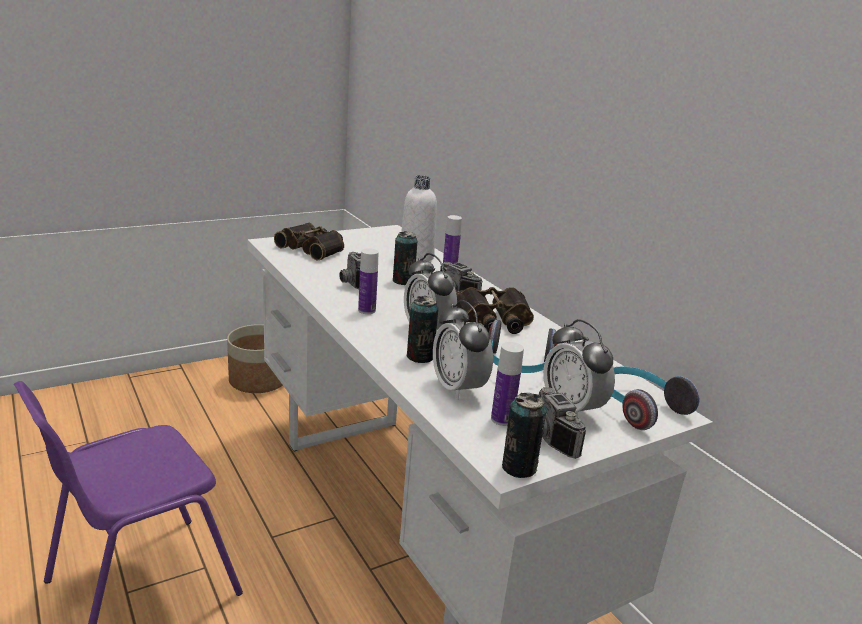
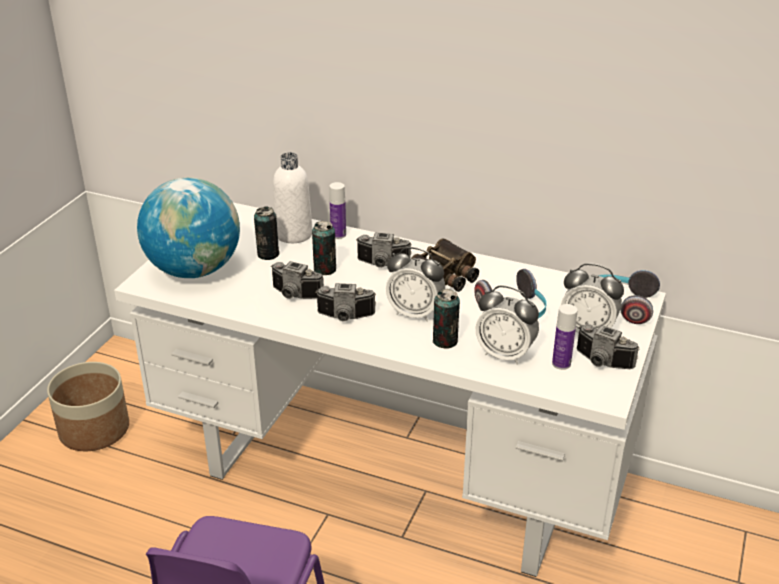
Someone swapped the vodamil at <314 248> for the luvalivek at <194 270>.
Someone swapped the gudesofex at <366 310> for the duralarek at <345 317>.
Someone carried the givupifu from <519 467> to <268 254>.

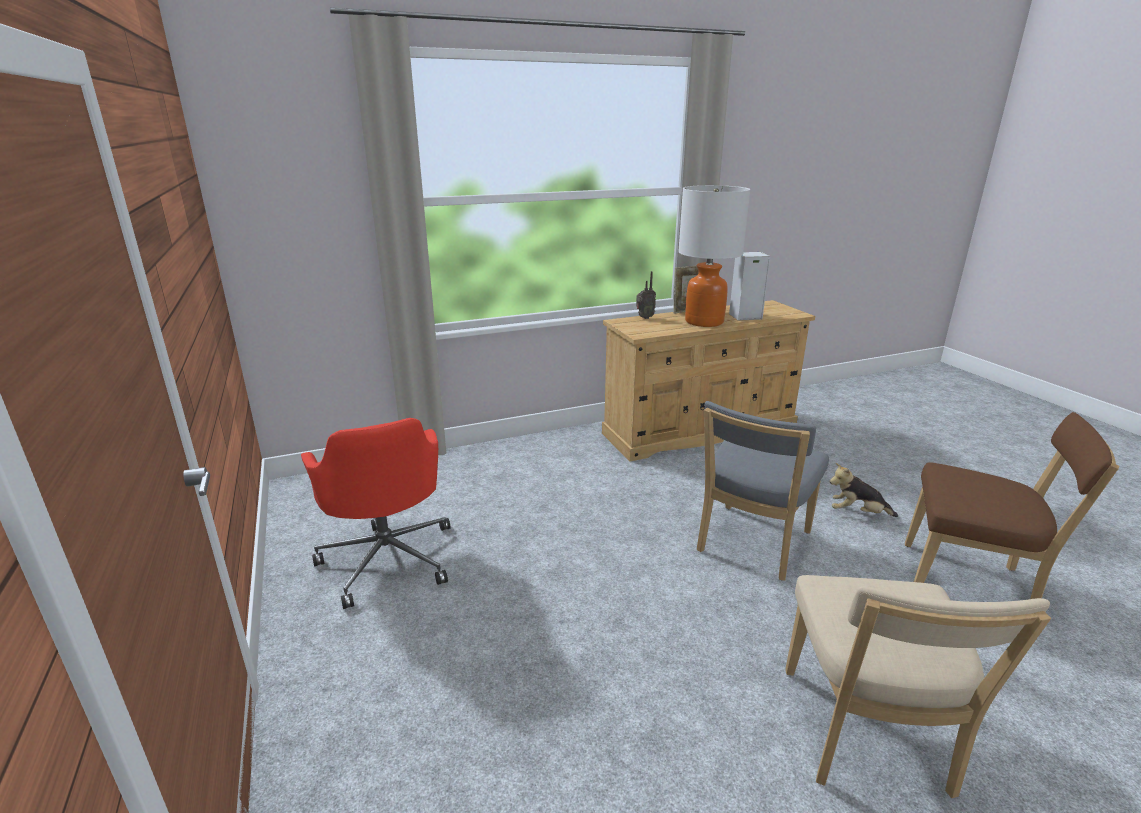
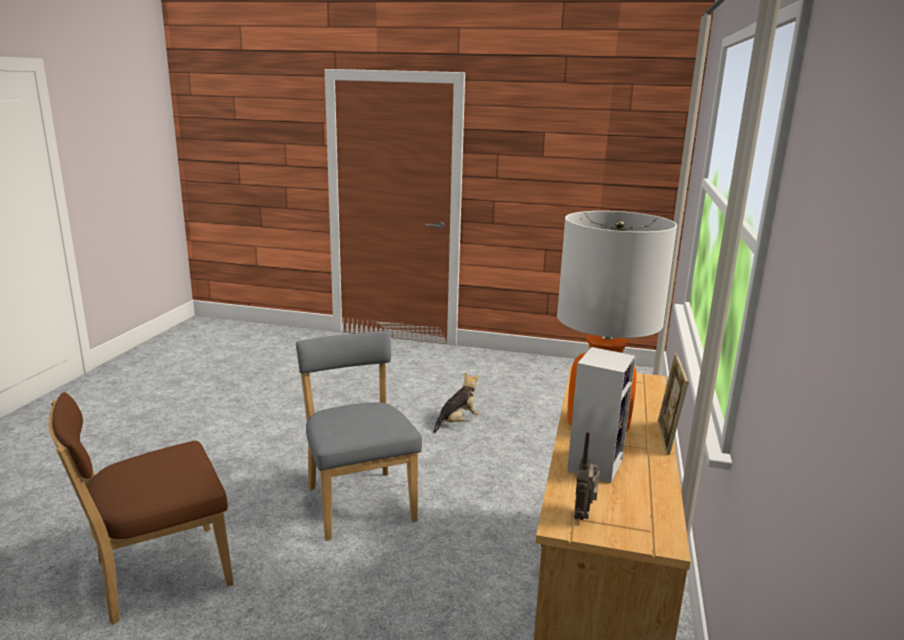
Someone took away the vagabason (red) at <388 558>.
Someone carried the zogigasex from <644 317> to <584 515>.
Someone took away the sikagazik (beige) at <866 737>.
Someone carried the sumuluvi from <857 513> to <457 422>.

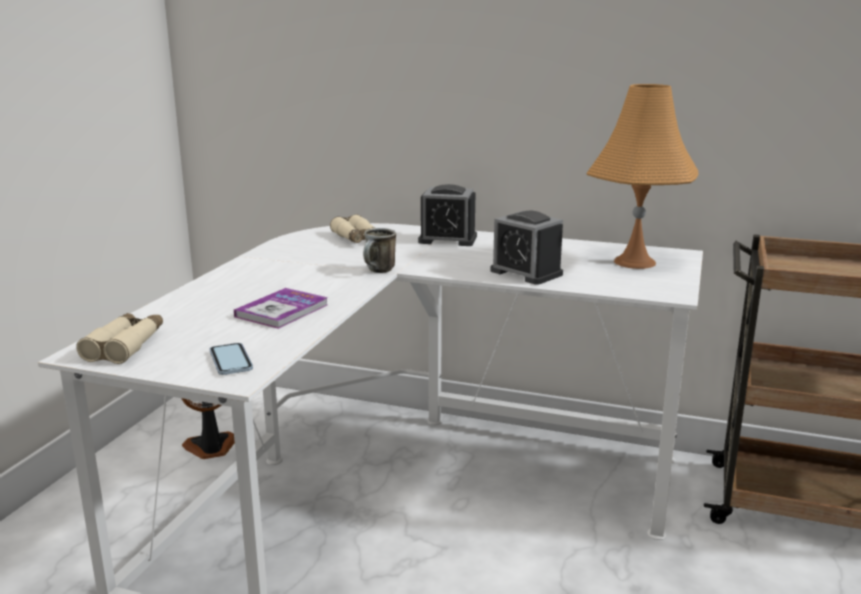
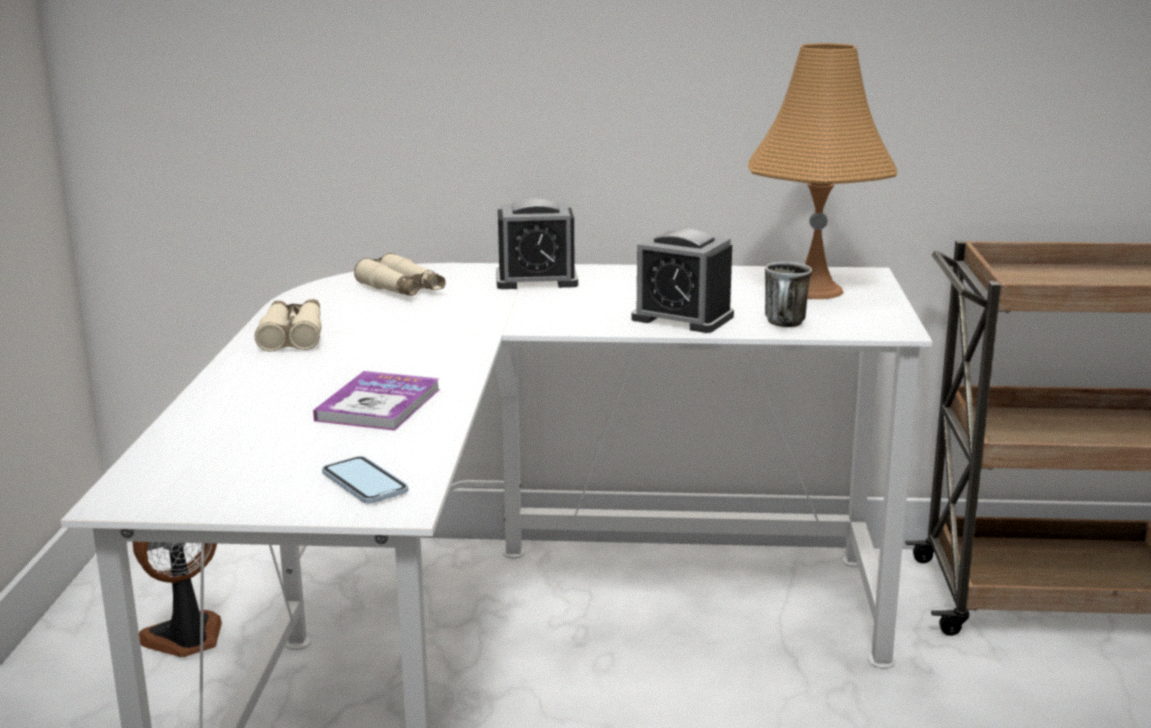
Someone carried the vodamil (beige) from <125 346> to <292 335>.
Someone carried the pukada from <379 271> to <786 325>.

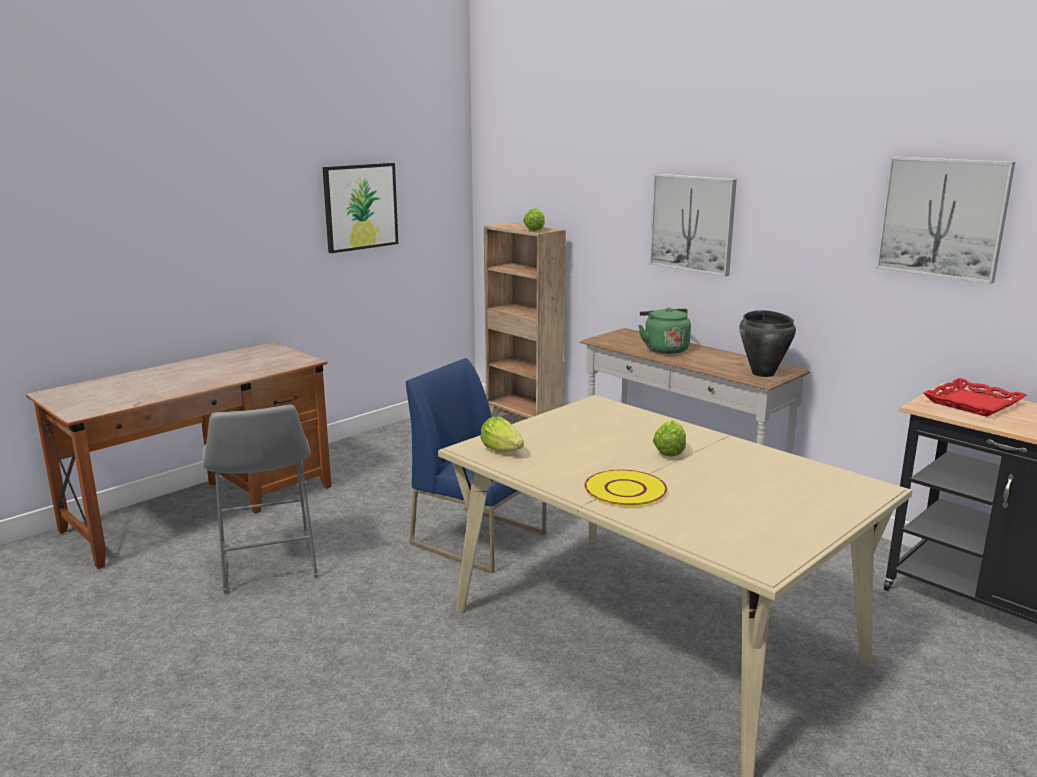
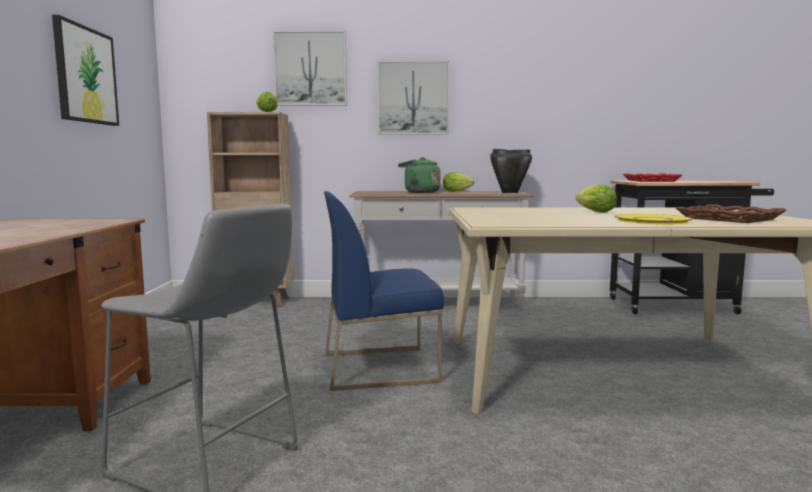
Someone carried the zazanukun from <504 452> to <458 191>.
Someone carried the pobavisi from <942 218> to <310 69>.
Someone put down the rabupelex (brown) at <729 219>.

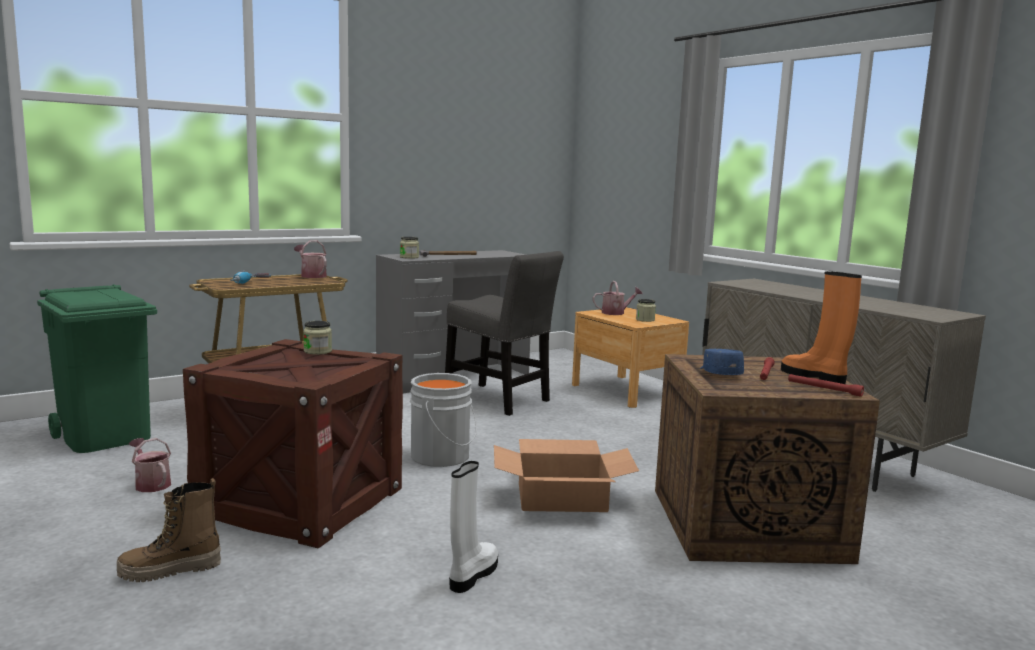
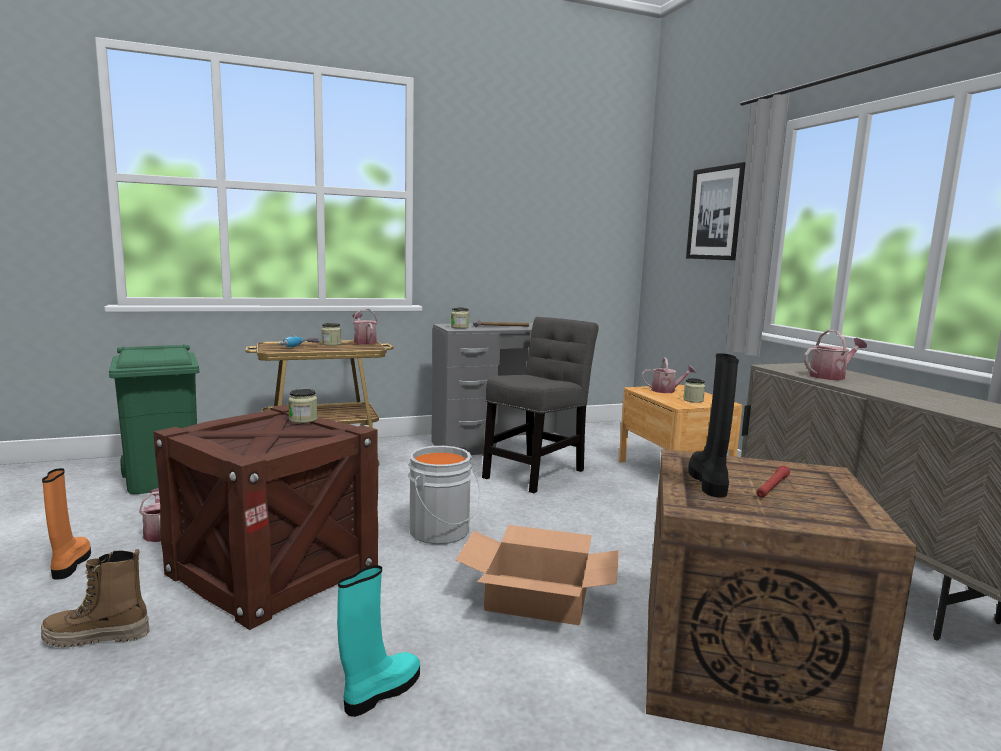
Someone rotated the sikagazik (grey) at <500 400> by 105 degrees counterclockwise.
Someone repainted the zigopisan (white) at <472 575>, which became the zigopisan (turquoise) at <380 692>.
Someone swapped the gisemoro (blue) at <719 373> for the zigopisan (black) at <709 482>.
Someone carried the zigopisan (orange) from <815 377> to <70 564>.
Someone took away the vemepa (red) at <824 389>.
Someone put down the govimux at <331 344>.
Someone put up the pobavisi at <716 213>.
Someone put down the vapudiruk at <830 376>.

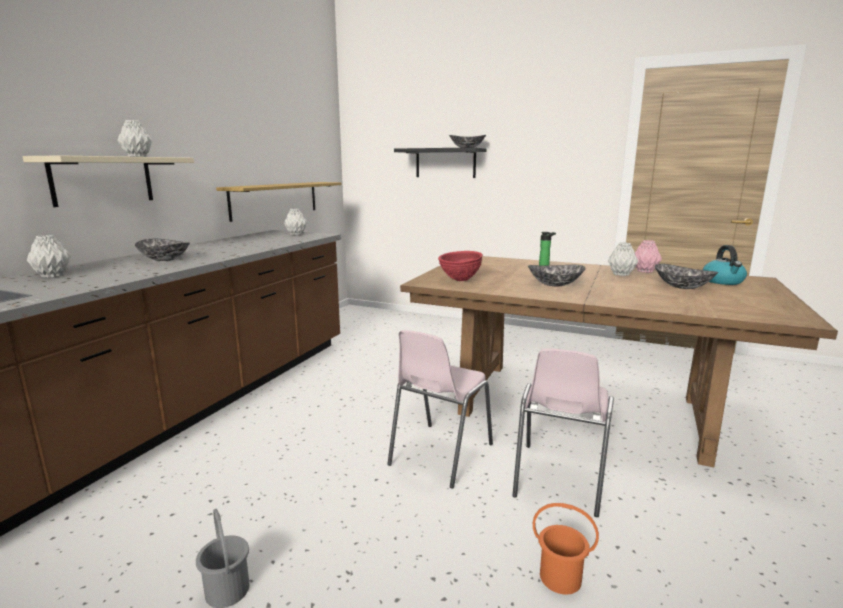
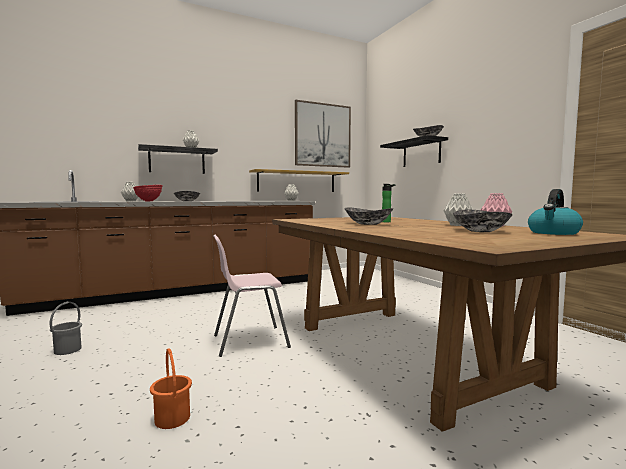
Someone repainted the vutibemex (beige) at <103 180>, which became the vutibemex (black) at <177 161>.
Someone carried the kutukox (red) from <460 280> to <148 201>.
Someone took away the sikagazik (pink) at <558 479>.
Someone put up the pobavisi at <322 135>.

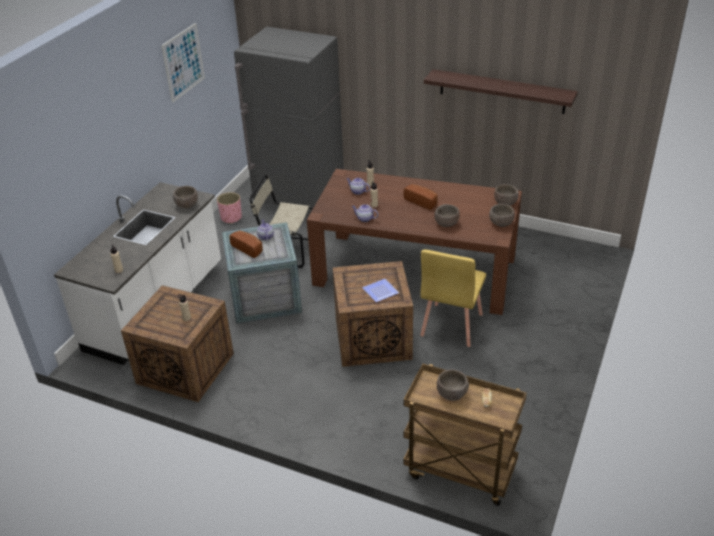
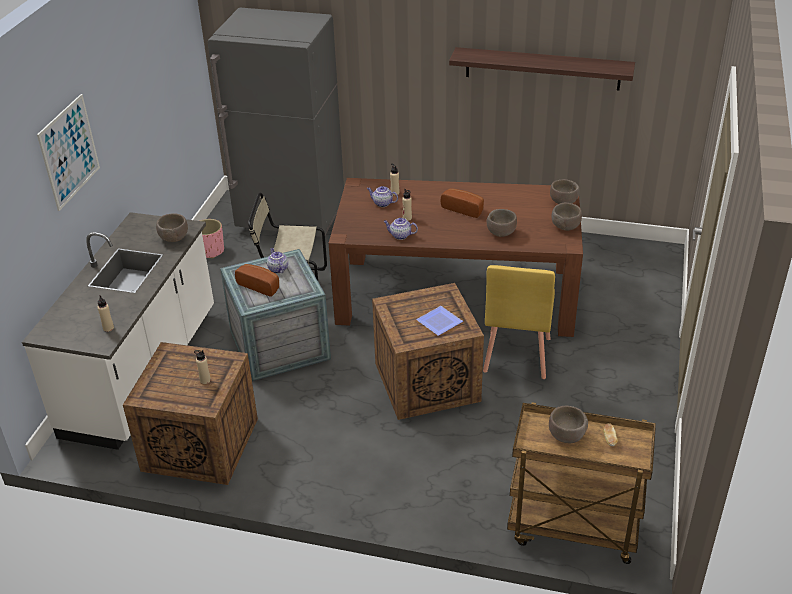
Someone carried the pobavisi from <183 62> to <69 152>.

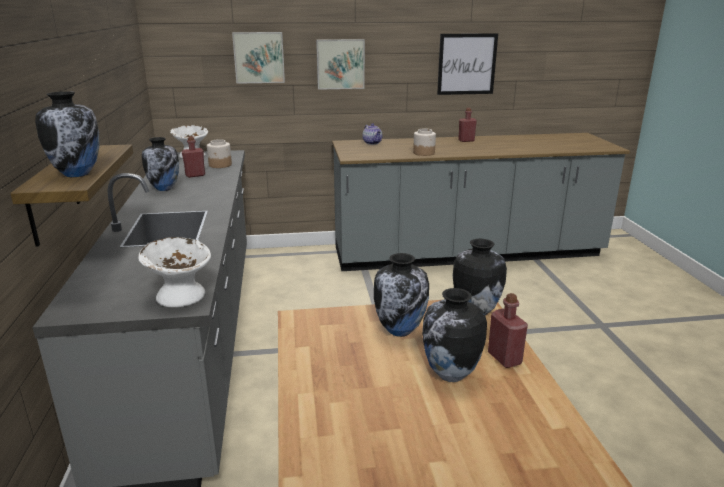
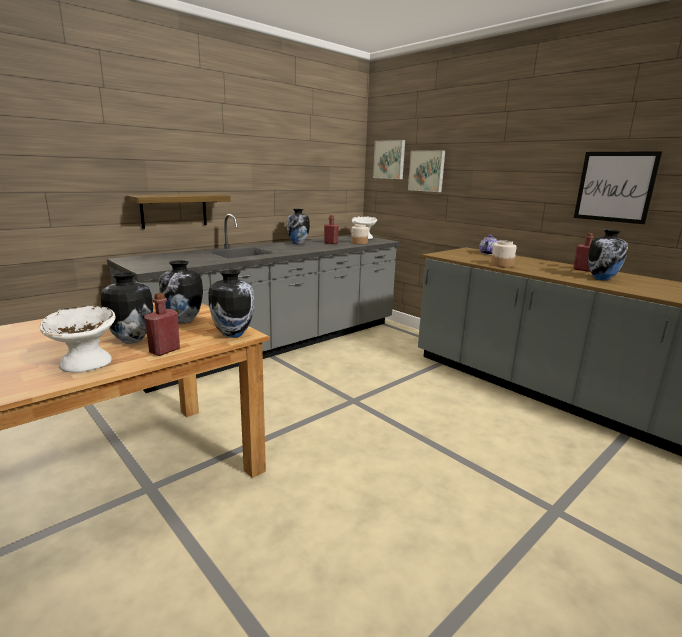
Someone carried the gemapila from <78 174> to <602 279>.
Someone carried the kutukox (white) from <181 296> to <86 363>.
Someone carried the pobavisi from <340 64> to <390 159>.

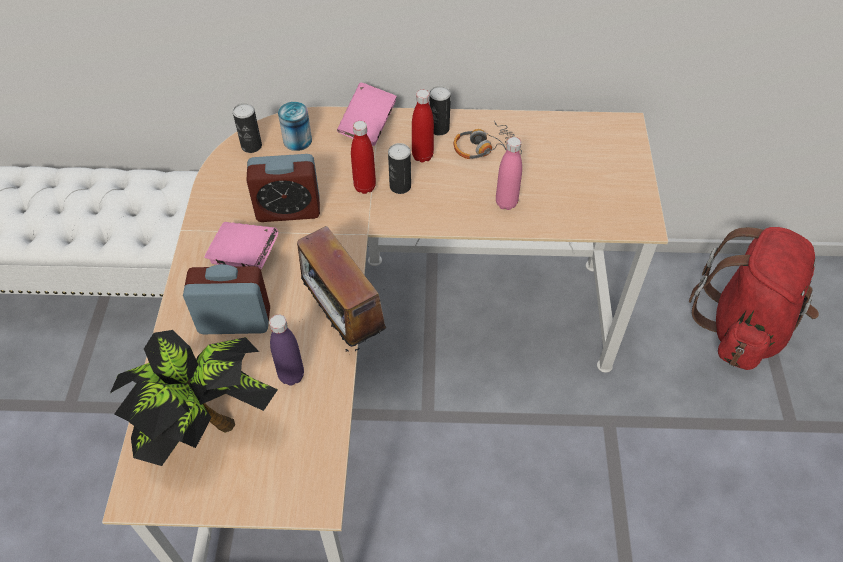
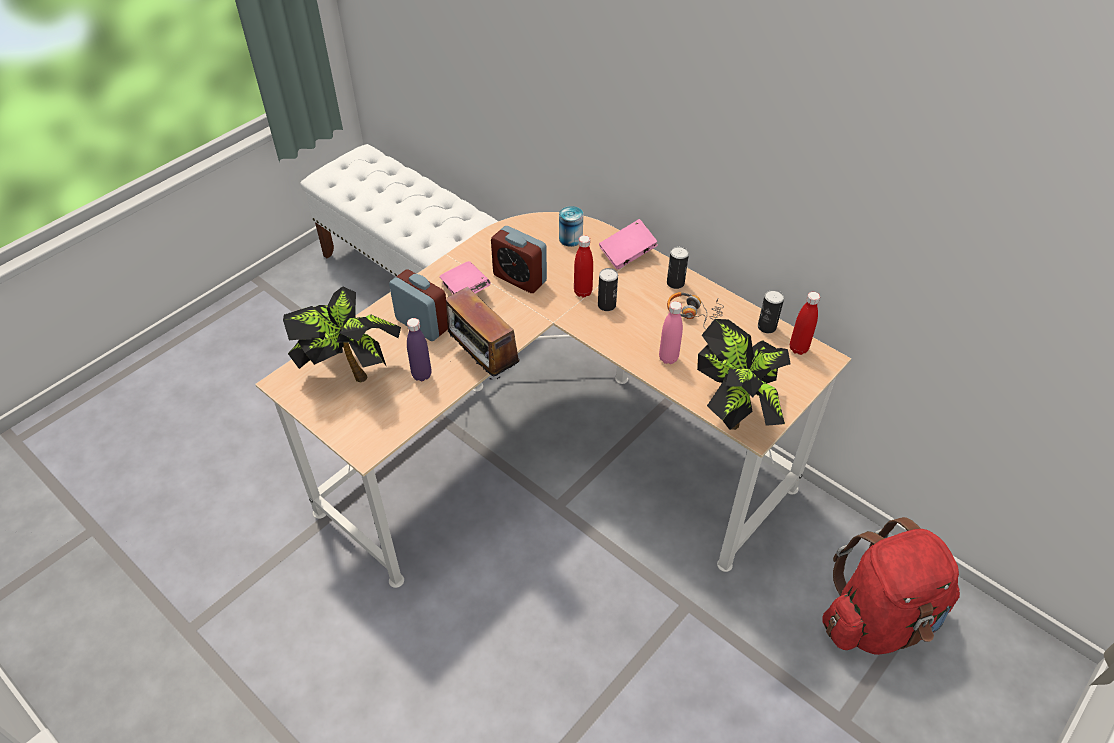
Someone carried the givupifu from <251 146> to <766 327>.
Someone rotated the zogigasex at <343 321> by 45 degrees counterclockwise.
Someone carried the gudesofex (red) from <422 156> to <798 348>.
Someone put down the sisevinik at <735 413>.

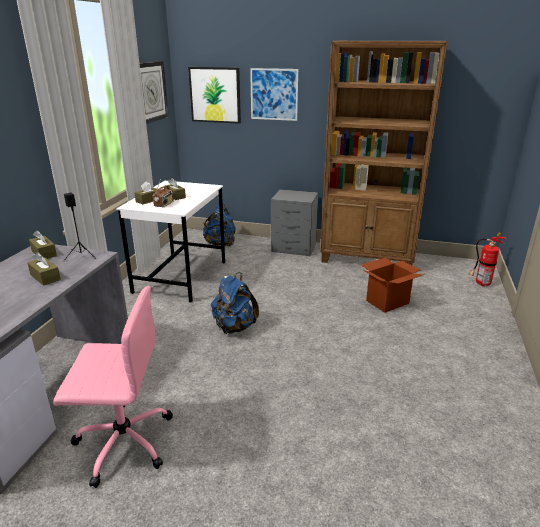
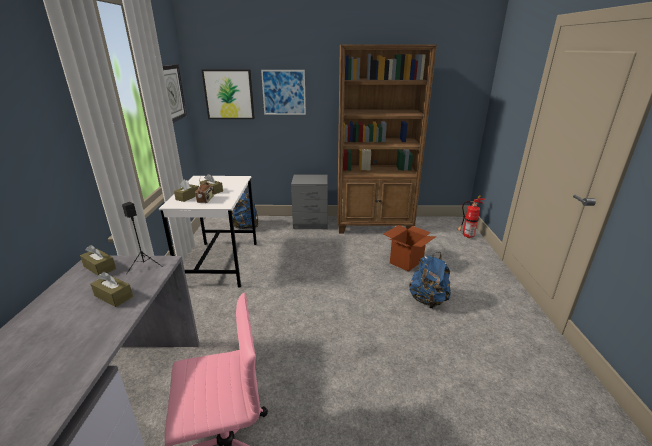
Someone carried the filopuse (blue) from <234 327> to <428 300>.

